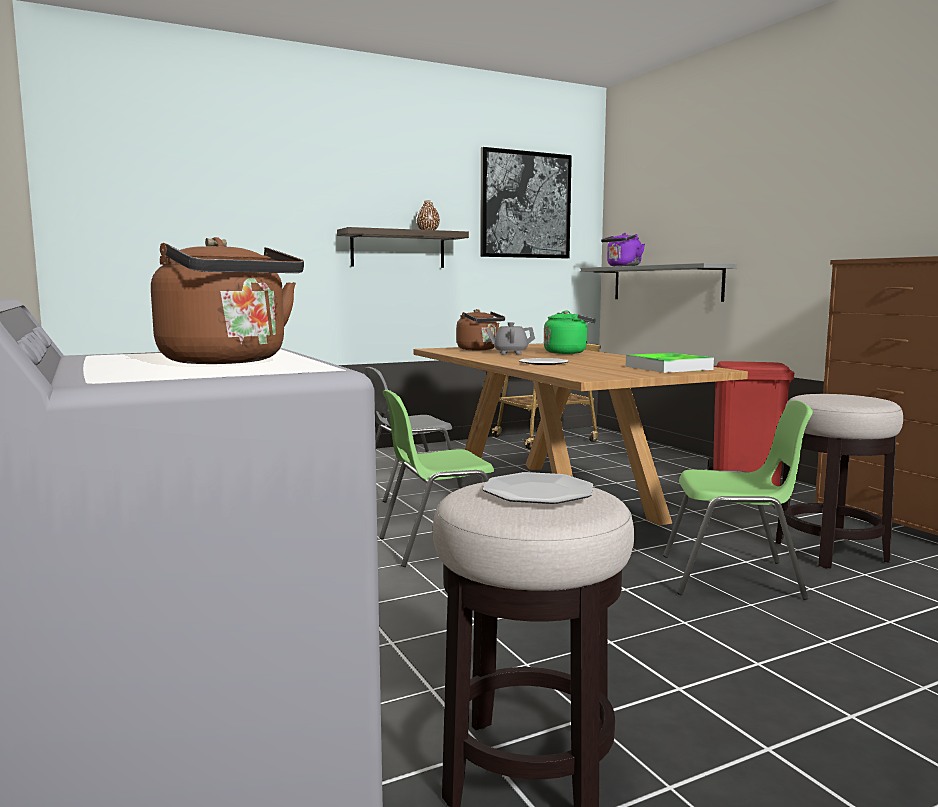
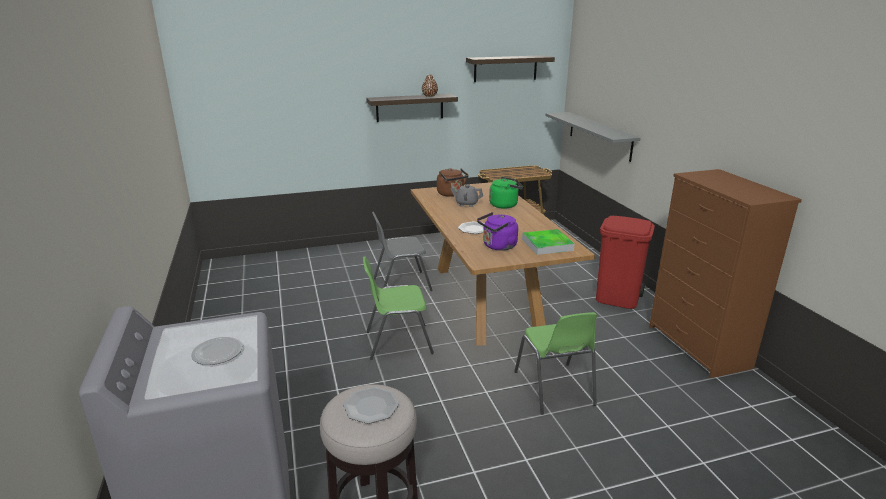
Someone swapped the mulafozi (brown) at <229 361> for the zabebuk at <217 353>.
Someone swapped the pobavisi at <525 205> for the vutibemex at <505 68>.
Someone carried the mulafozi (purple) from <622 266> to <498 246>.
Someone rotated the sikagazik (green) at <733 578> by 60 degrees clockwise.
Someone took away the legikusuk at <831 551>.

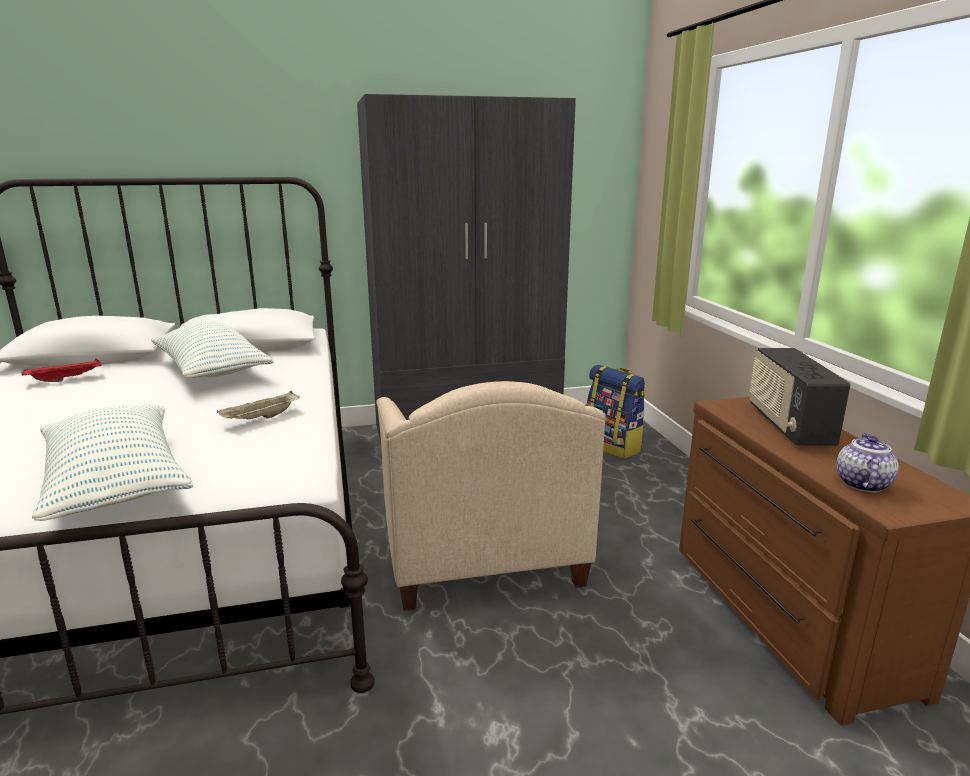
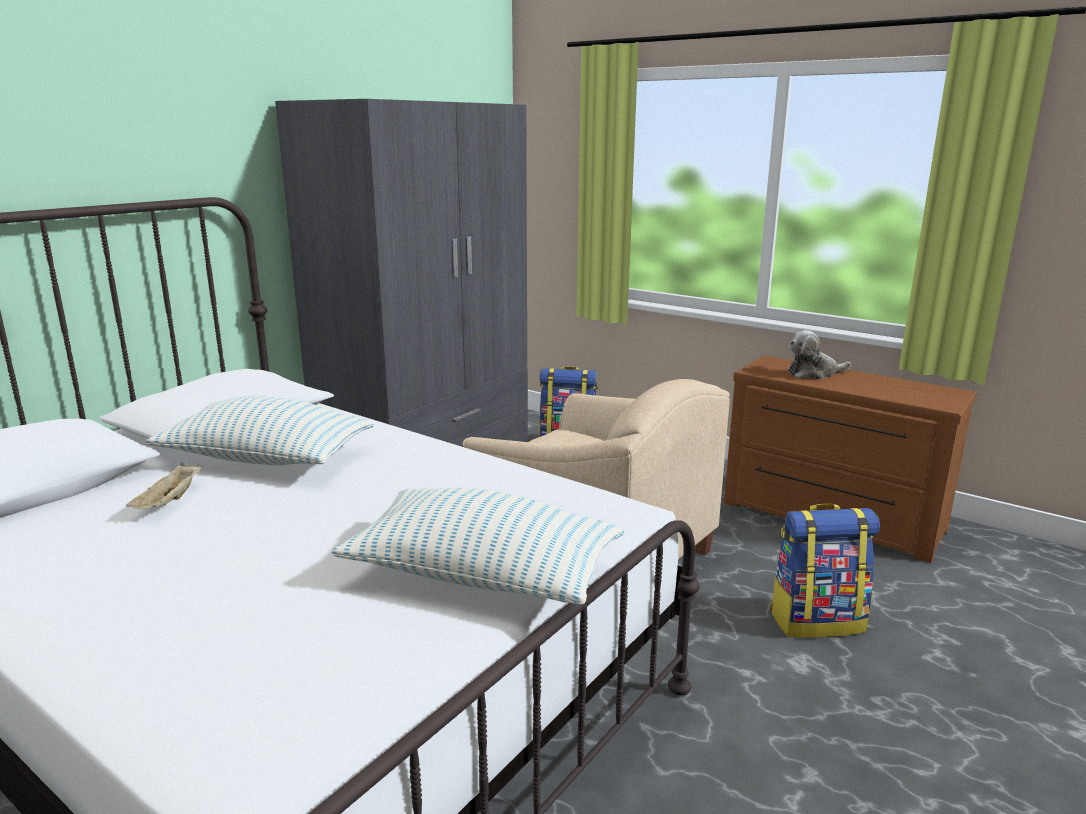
Someone took away the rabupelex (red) at <67 379>.
Someone carried the rabupelex (beige) from <261 419> to <170 502>.
Someone swapped the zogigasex at <788 426> for the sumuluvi at <813 373>.
Someone took away the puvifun at <861 483>.
Someone put down the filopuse at <817 620>.

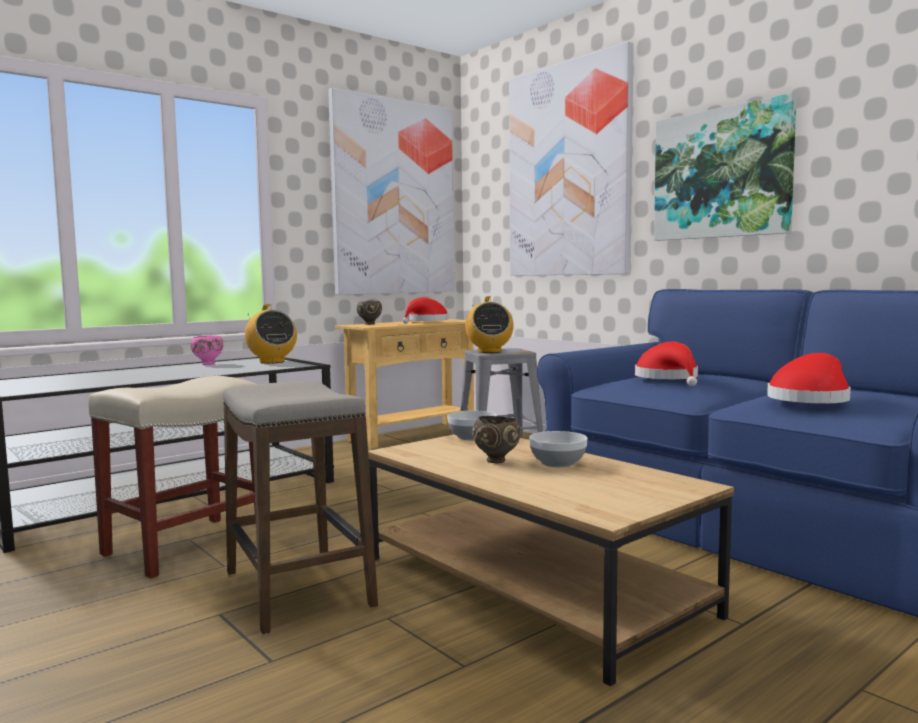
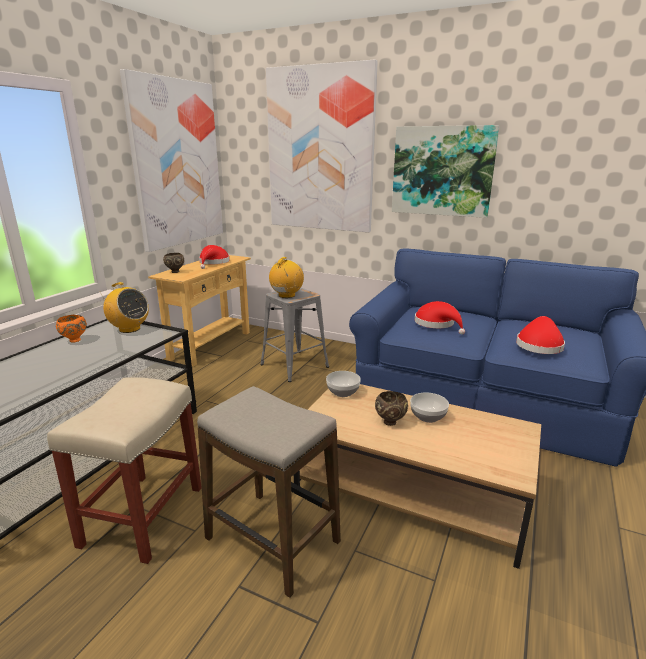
Someone repainted the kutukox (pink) at <207 364>, which became the kutukox (orange) at <74 340>.
Someone rotated the zogigasex at <489 351> by 120 degrees counterclockwise.

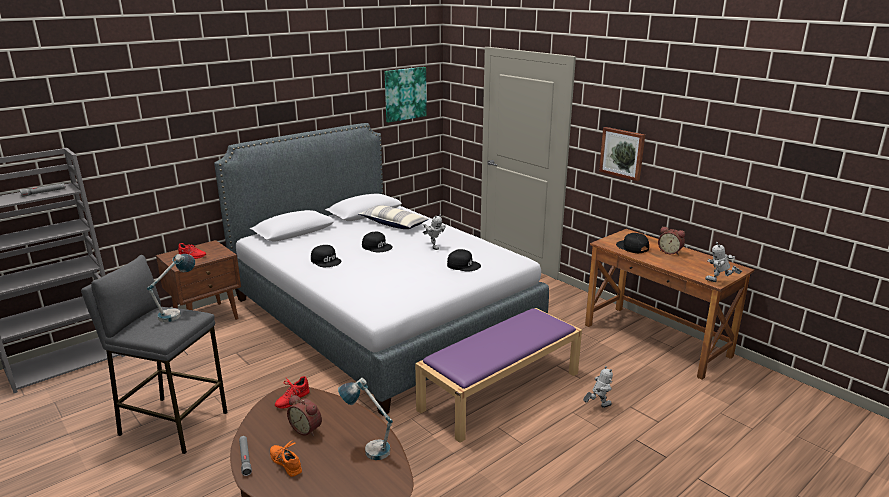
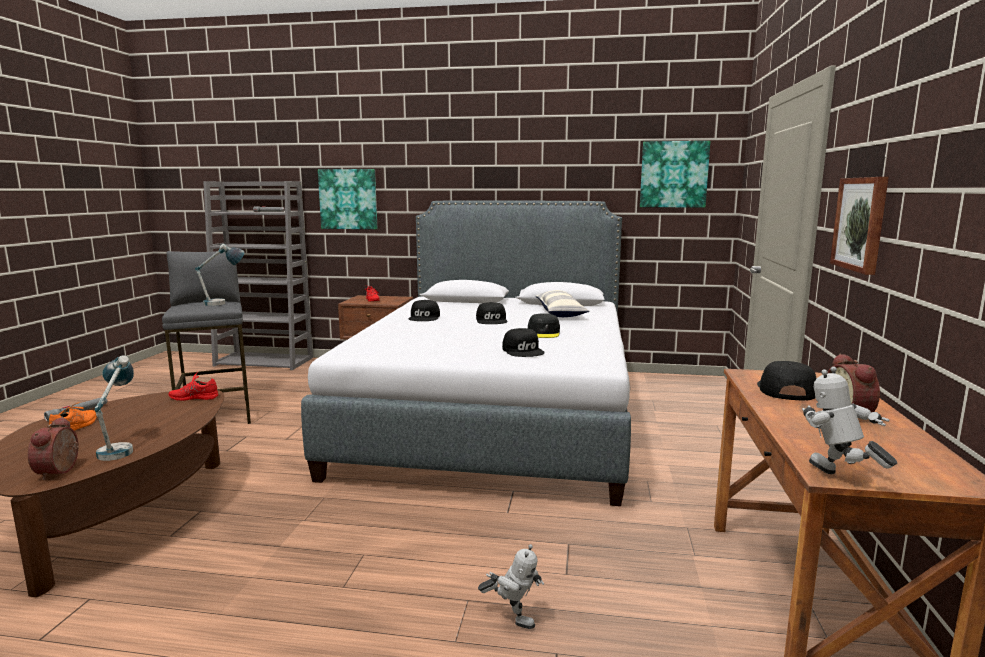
Someone carried the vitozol from <307 429> to <61 471>.
Someone took away the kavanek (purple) at <500 390>.
Someone swapped the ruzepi at <433 246> for the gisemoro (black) at <543 333>.
Someone put up the pobavisi at <348 199>.

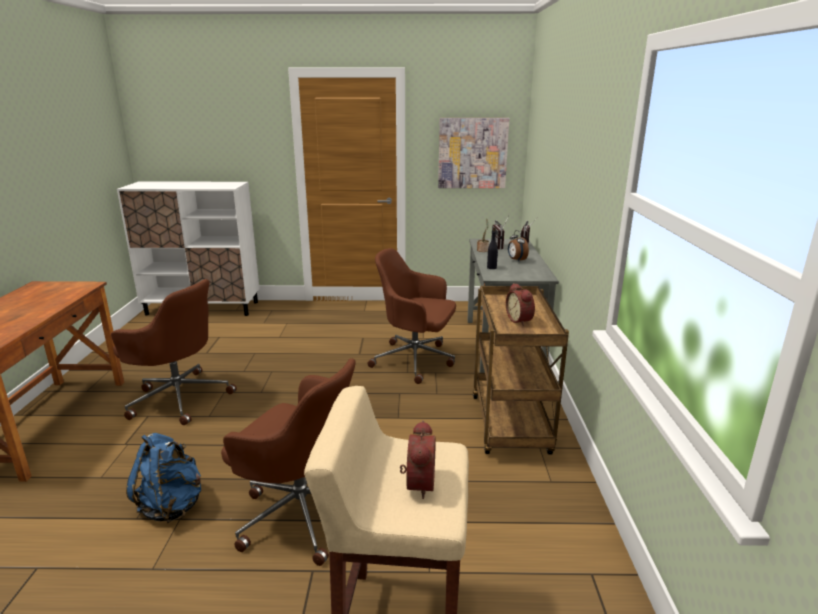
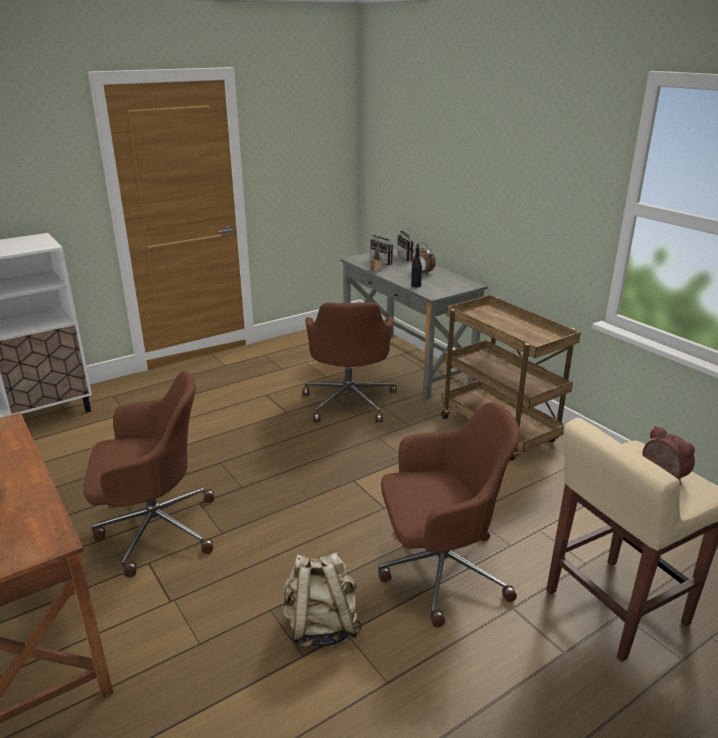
Someone repainted the filopuse (blue) at <172 506>, which became the filopuse (beige) at <321 627>.
Someone rotated the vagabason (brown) at <415 360> by 75 degrees counterclockwise.
Someone took away the pobavisi at <472 153>.
Someone took away the vitozol at <520 320>.

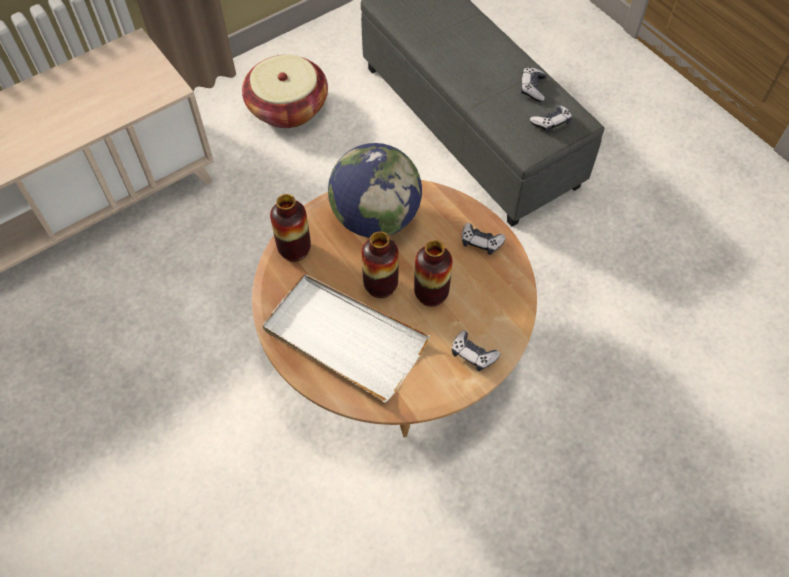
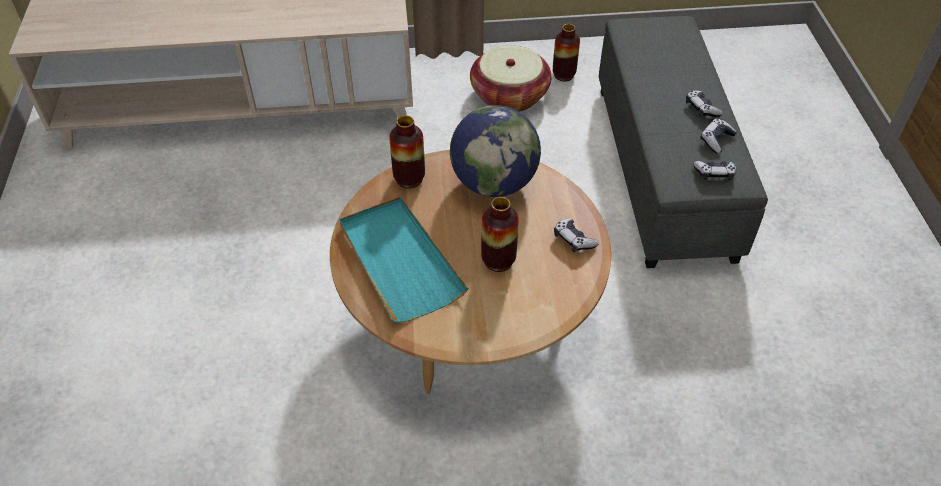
Someone repainted the rabupelex (white) at <344 338>, which became the rabupelex (turquoise) at <399 261>.
Someone carried the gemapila from <380 286> to <563 75>.
Someone carried the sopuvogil from <473 354> to <701 109>.

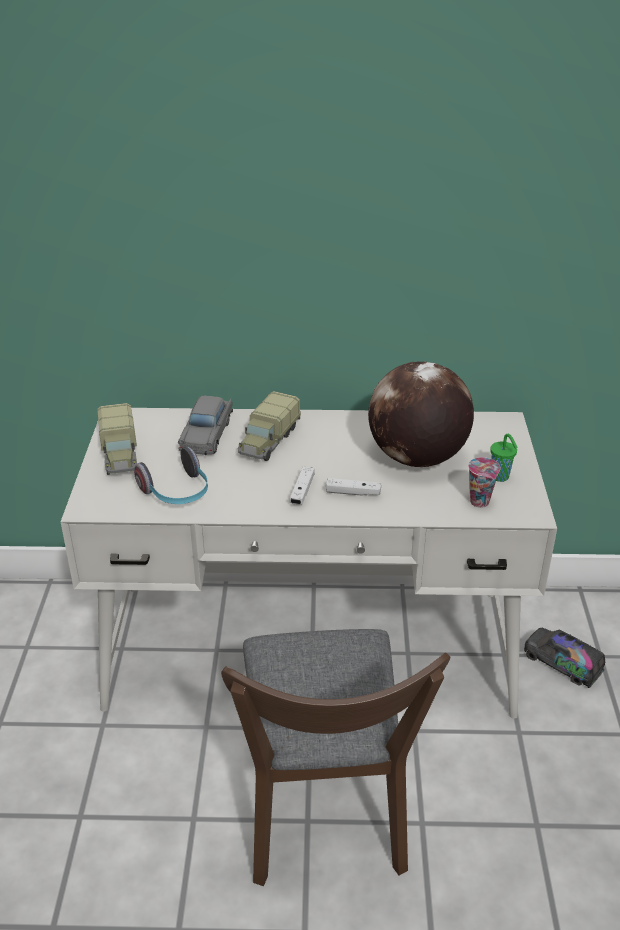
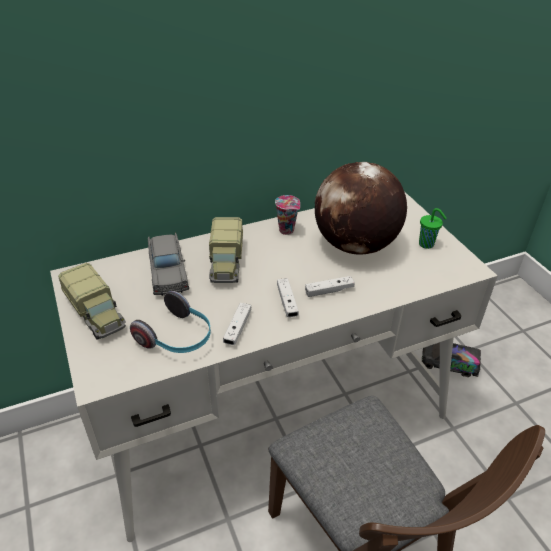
Someone carried the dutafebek from <480 502> to <287 230>.
Someone put down the sopuvogil (white) at <237 328>.

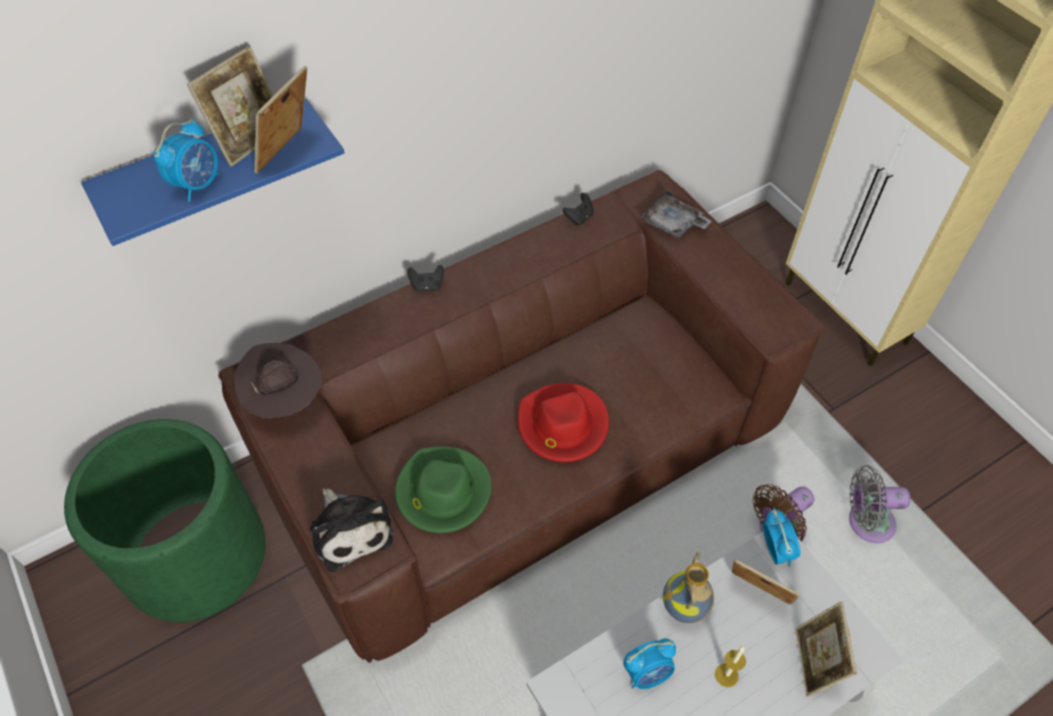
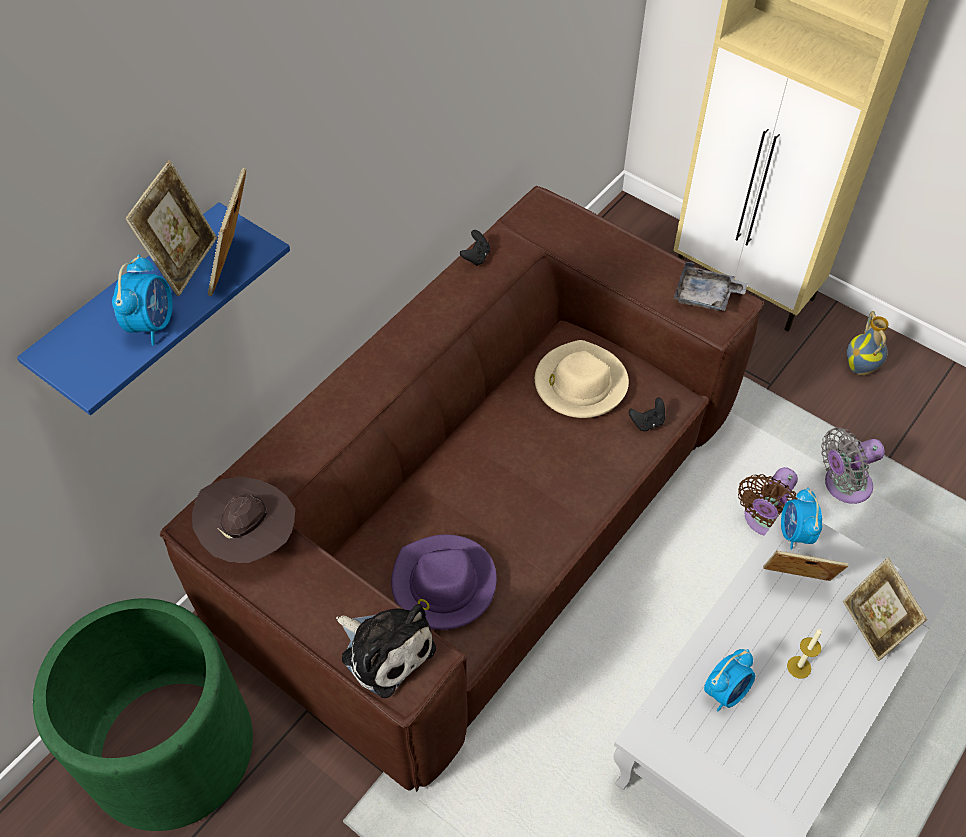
Someone repainted the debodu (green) at <442 492>, which became the debodu (purple) at <443 585>.
Someone carried the sopuvogil (black) from <427 285> to <647 422>.
Someone took away the debodu (red) at <562 425>.
Someone carried the rabupelex (grey) from <673 224> to <705 296>.
Someone carried the gemapila from <685 609> to <861 368>.
Someone rotated the vitozol at <775 550> by 150 degrees counterclockwise.
Someone put down the debodu (beige) at <580 383>.

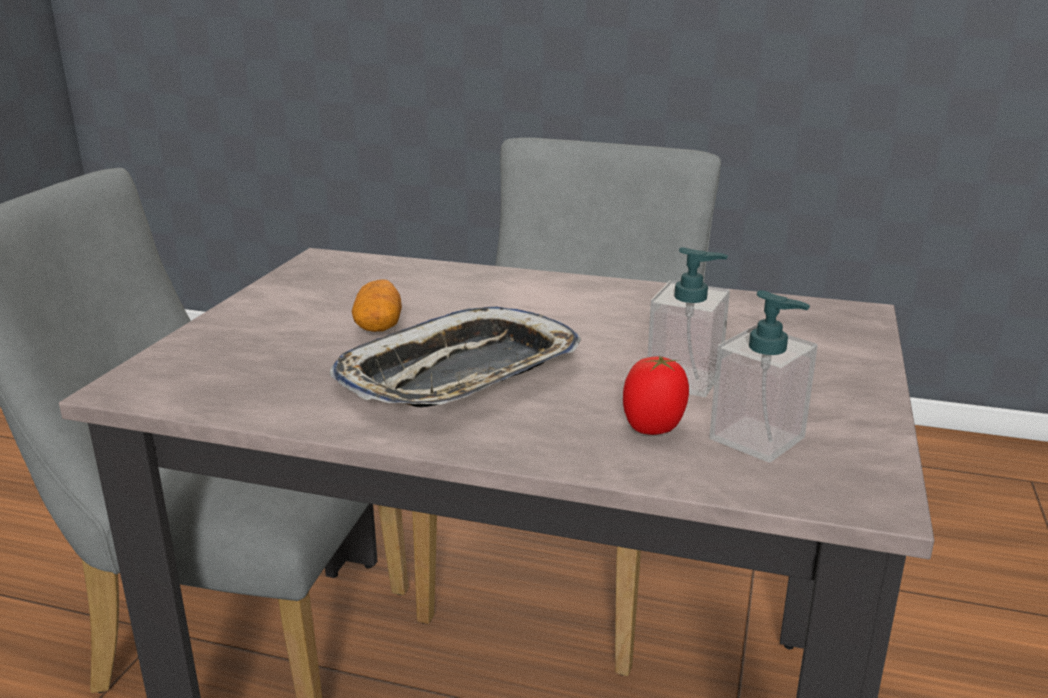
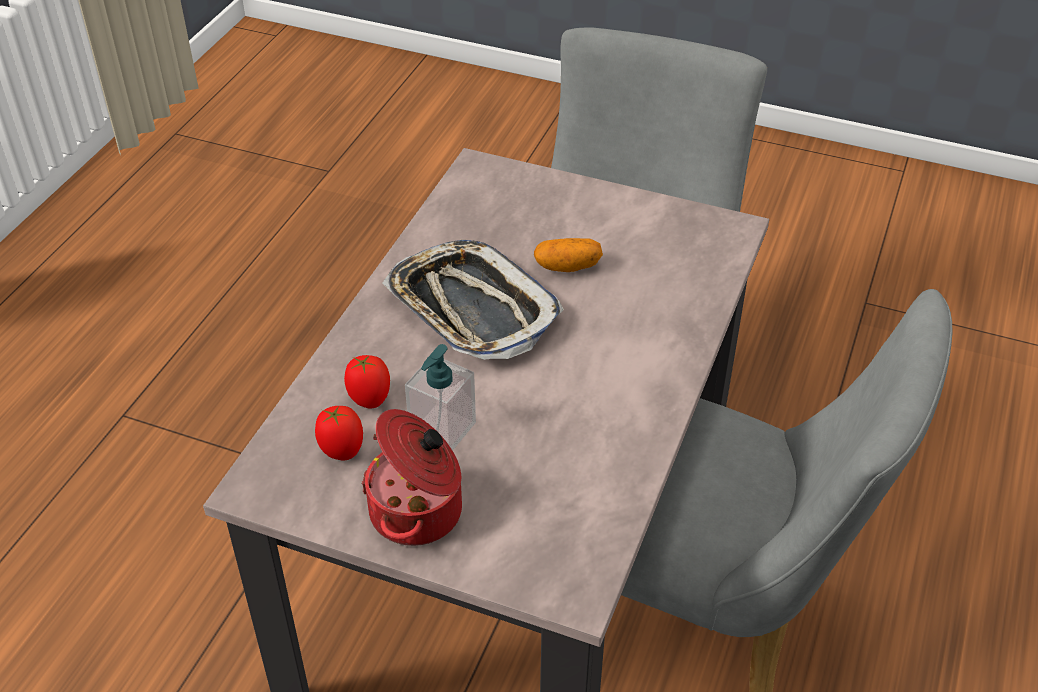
Someone swapped the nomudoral at <757 438> for the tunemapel at <341 450>.
Someone put down the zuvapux at <419 512>.

